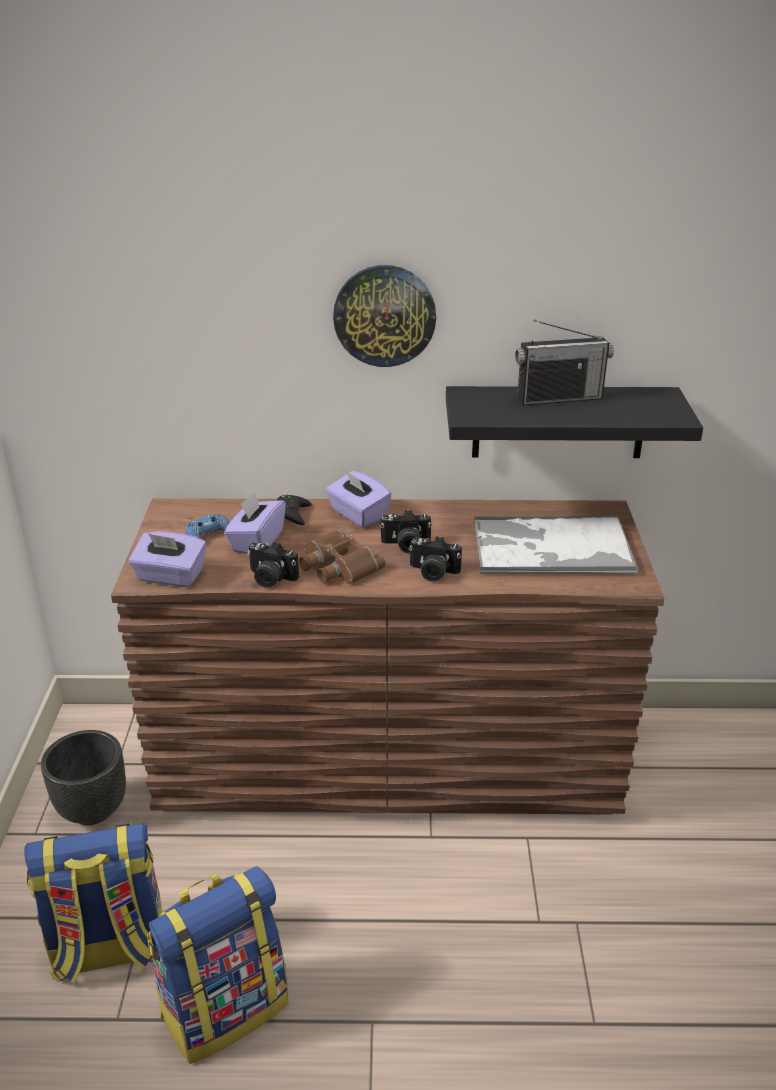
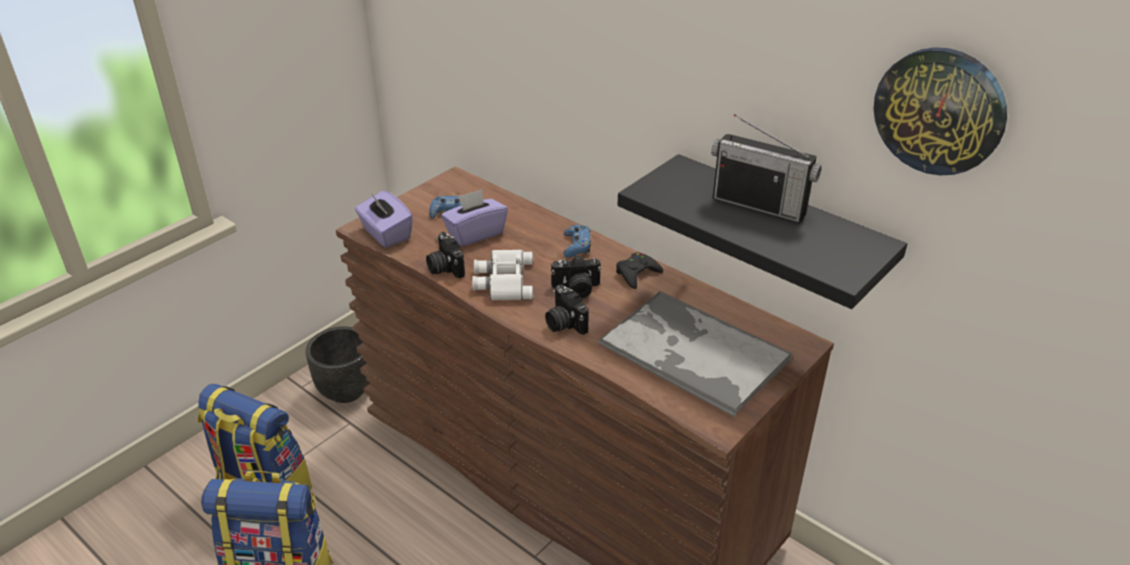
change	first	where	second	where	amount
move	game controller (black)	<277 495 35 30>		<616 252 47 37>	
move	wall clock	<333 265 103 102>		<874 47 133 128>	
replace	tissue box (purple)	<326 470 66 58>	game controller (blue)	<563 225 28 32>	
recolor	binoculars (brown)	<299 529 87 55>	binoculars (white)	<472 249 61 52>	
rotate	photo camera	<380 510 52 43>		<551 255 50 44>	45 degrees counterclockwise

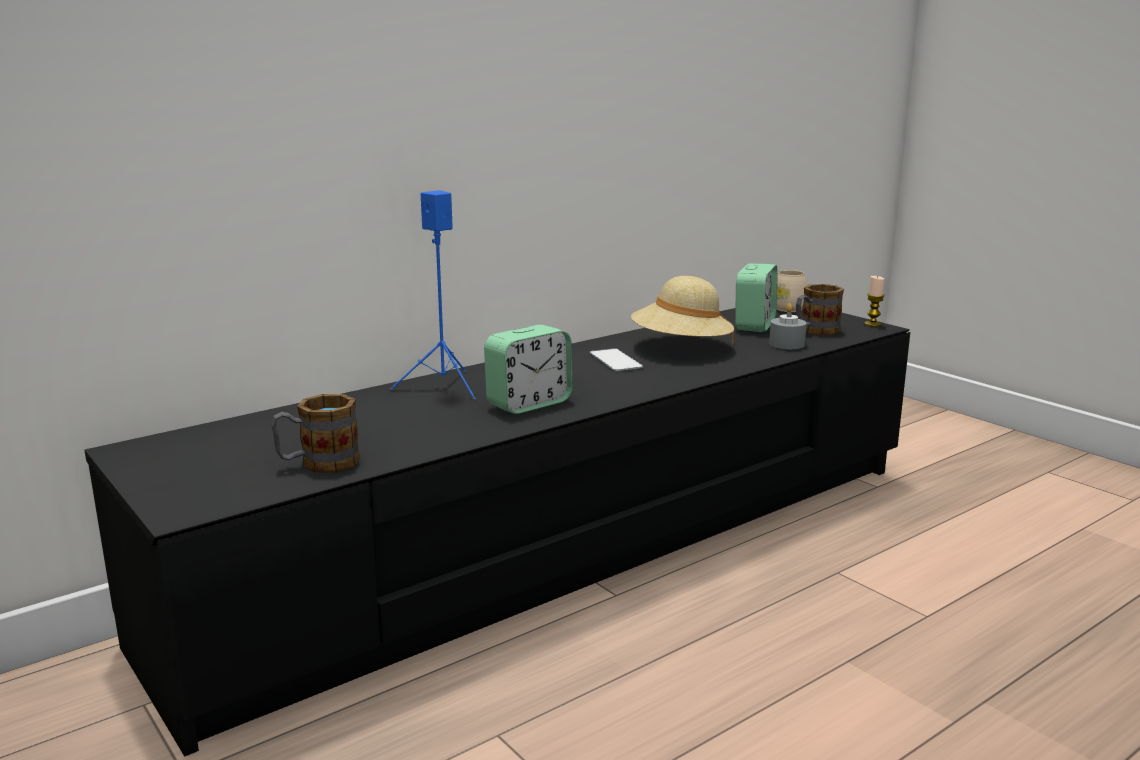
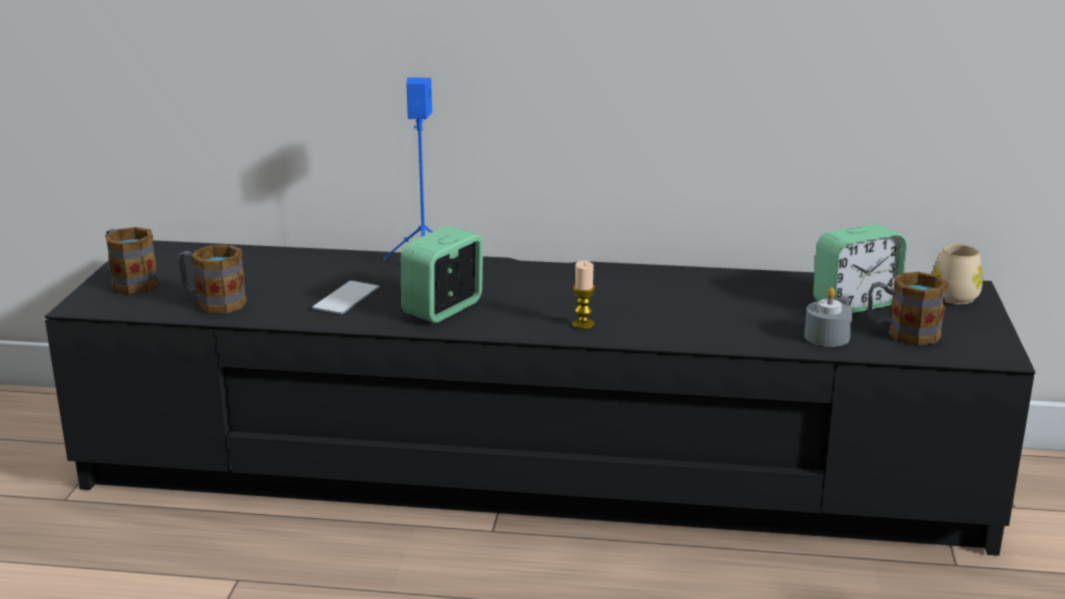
change	first	where	second	where	amount
delete	hat (beige)	<631 276 103 71>			
insert			mug	<105 227 54 68>	
move	phone	<590 348 53 23>		<312 280 68 34>	
move	candle	<864 276 21 51>		<572 261 23 68>	
rotate	alarm clock	<484 325 89 89>		<401 226 82 97>	120 degrees clockwise

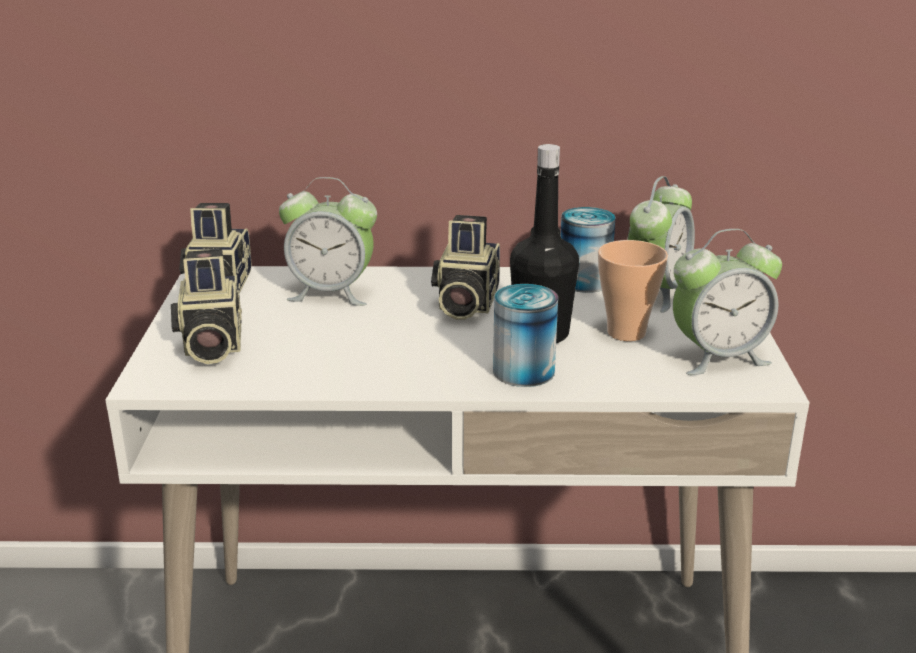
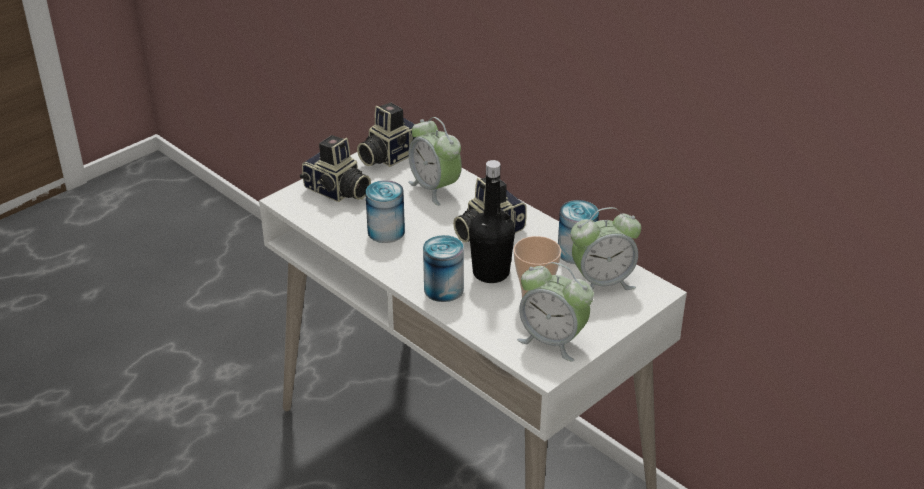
change	first	where	second	where	amount
insert			can	<365 180 40 63>	
rotate	photo camera	<171 249 71 115>		<300 135 71 67>	90 degrees counterclockwise

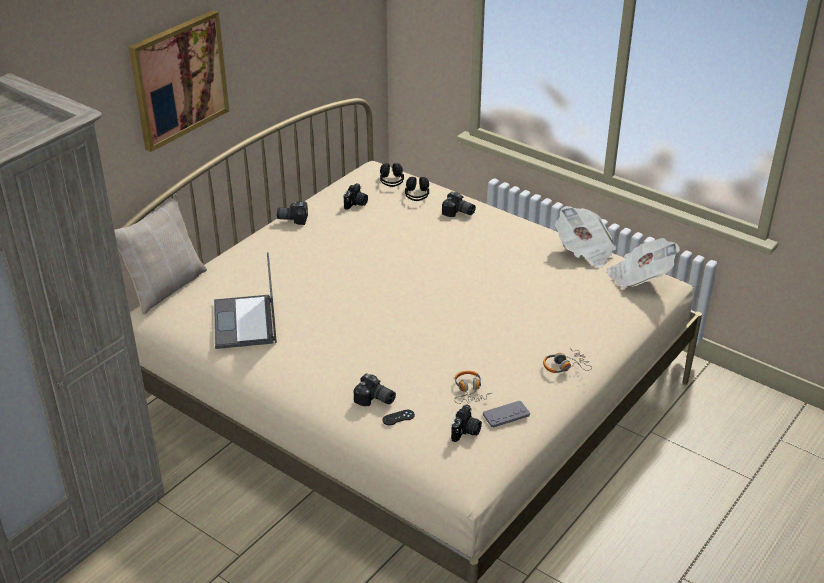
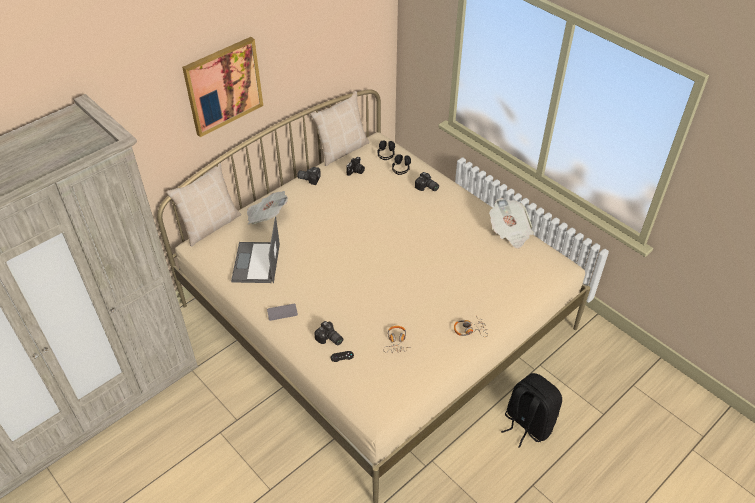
change	first	where	second	where	amount
delete	photo camera	<451 404 31 38>			
insert			pillow (beige)	<310 91 60 75>	
insert			backpack (black)	<501 373 61 75>	
move	game controller (grey)	<483 401 47 27>		<267 303 31 18>	
move	newspaper	<606 238 74 51>		<247 191 41 34>	

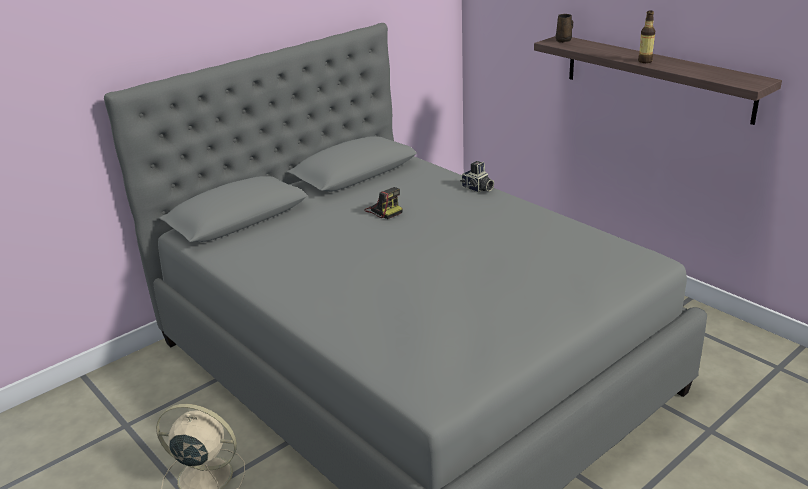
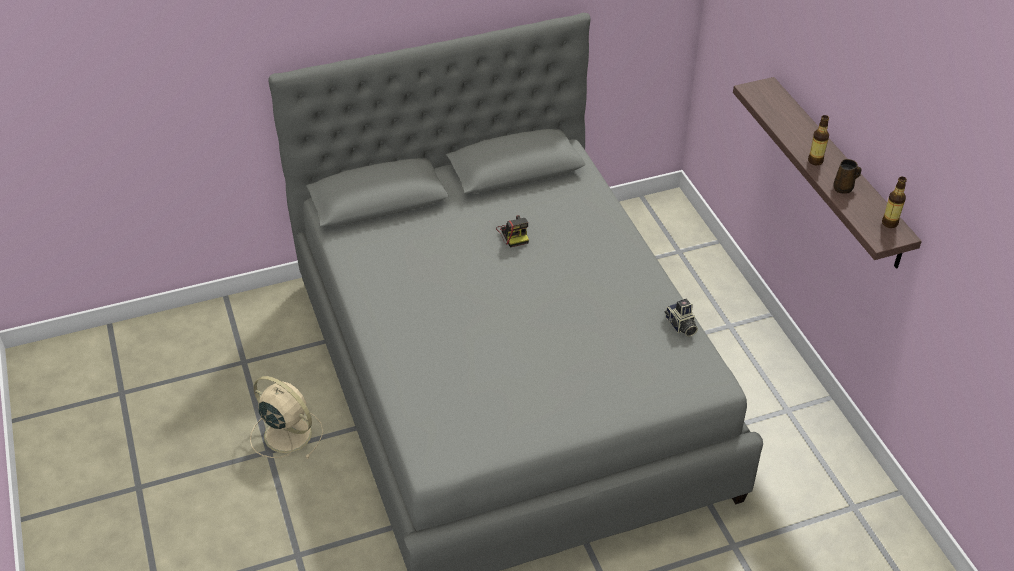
change	first	where	second	where	amount
insert			bottle	<882 177 25 51>	
move	photo camera	<460 161 34 32>		<665 299 33 38>	
move	mug (brown)	<555 14 18 29>		<833 159 29 35>	

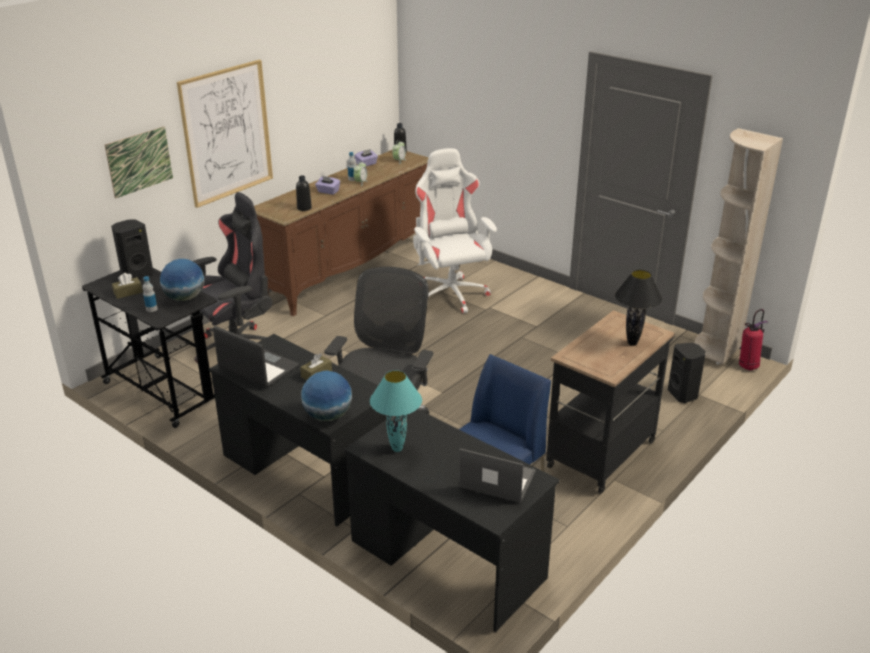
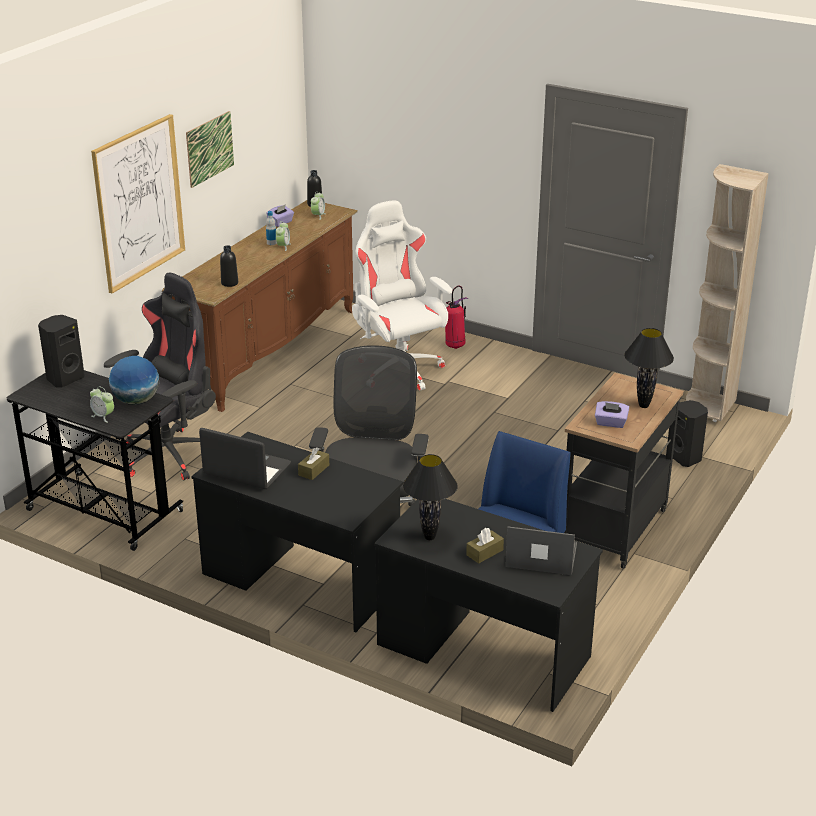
change	first	where	second	where	amount
delete	globe	<301 371 51 51>			
move	picture	<105 127 68 71>		<186 111 48 77>	
move	tissue box (brown)	<112 273 31 26>		<466 528 38 36>	
move	tissue box (purple)	<315 176 25 19>		<595 401 34 27>	
move	fire extinguisher	<739 309 30 61>		<445 286 23 63>	
replace	bottle	<143 276 15 36>	alarm clock	<90 387 24 36>	
recolor	table lamp (turquoise)	<370 370 52 82>	table lamp (black)	<403 454 55 86>	

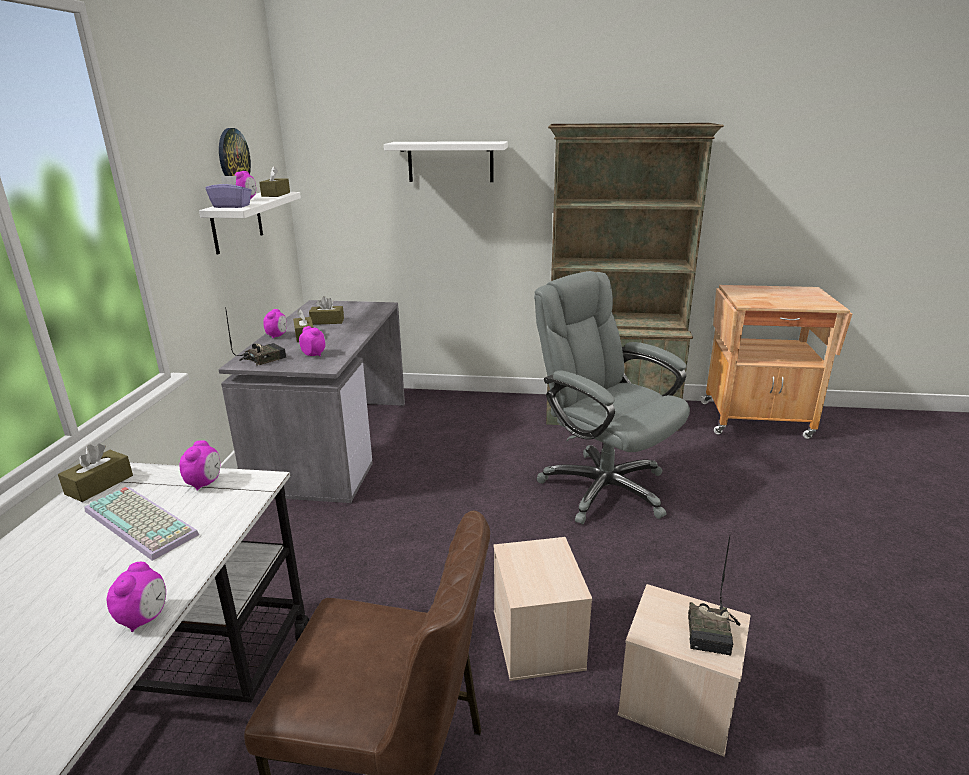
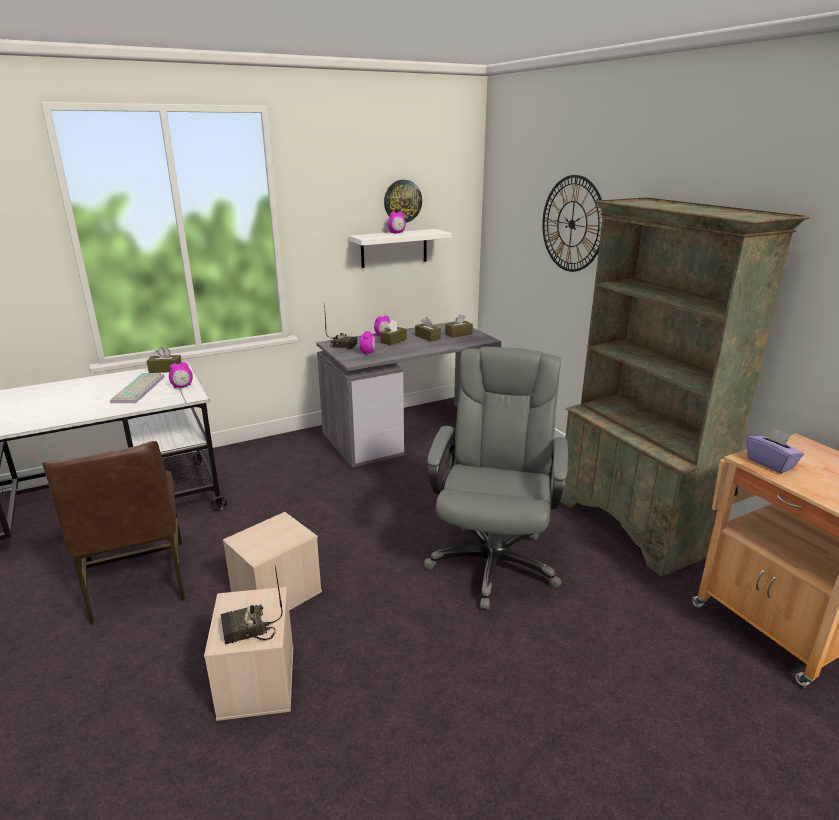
change	first	where	second	where	amount
delete	alarm clock	<107 562 59 70>			
move	tissue box (purple)	<206 176 46 32>		<747 428 57 45>	
move	tissue box (brown)	<259 166 31 31>		<445 314 28 24>	
replace	shelf (white)	<384 141 124 41>	wall clock	<542 175 61 97>	

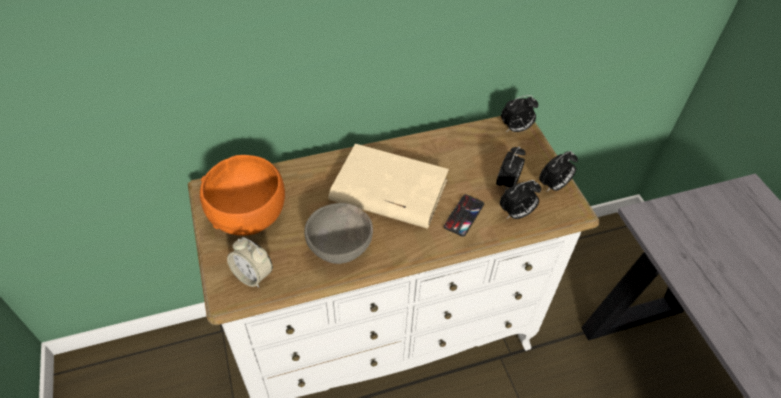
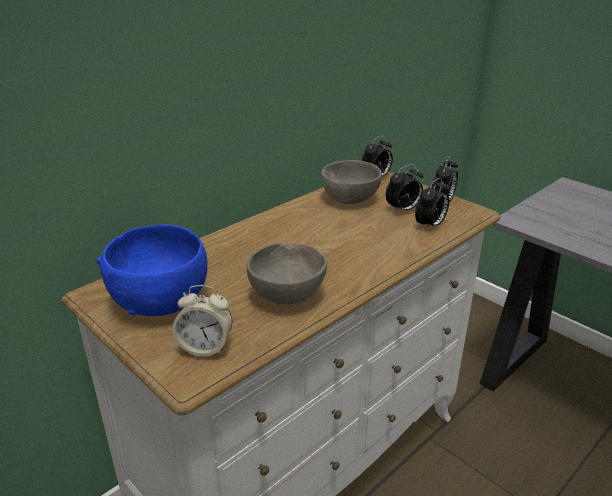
change	first	where	second	where	amount
delete	book (beige)	<329 144 120 85>			
delete	phone	<444 194 40 43>			
insert			bowl (grey)	<321 160 61 44>	
recolor	bowl (orange)	<200 155 85 81>	bowl (blue)	<97 224 110 92>	
rotate	alarm clock	<496 146 29 46>		<386 164 37 49>	60 degrees clockwise

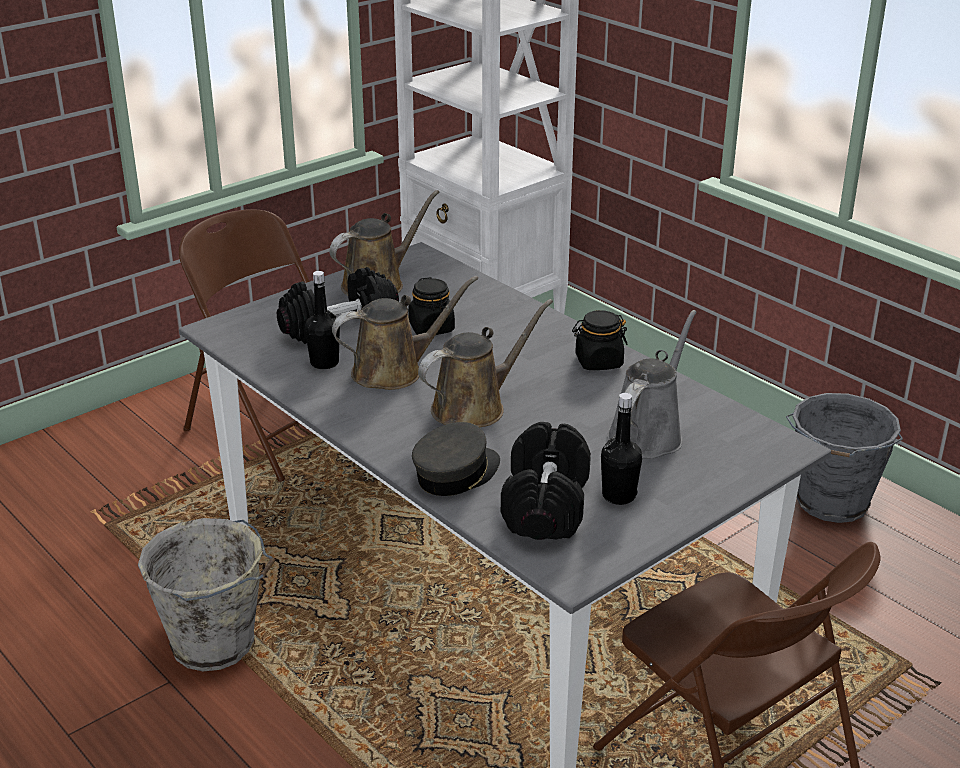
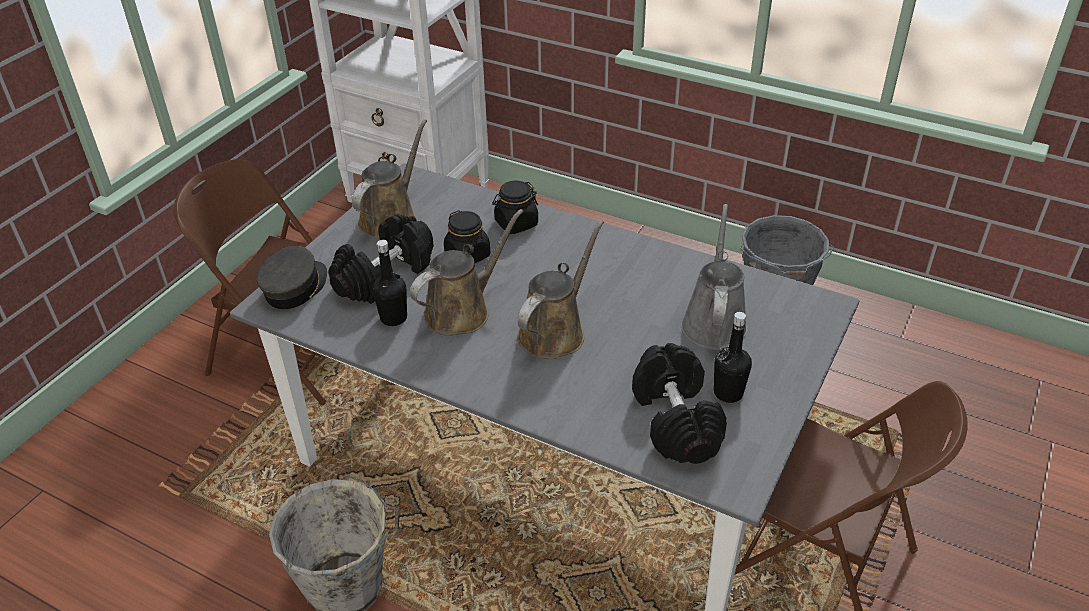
change	first	where	second	where	amount
move	cap (grey)	<412 422 88 74>		<257 246 70 63>	
move	jar (black)	<572 310 56 60>		<492 181 46 53>	

